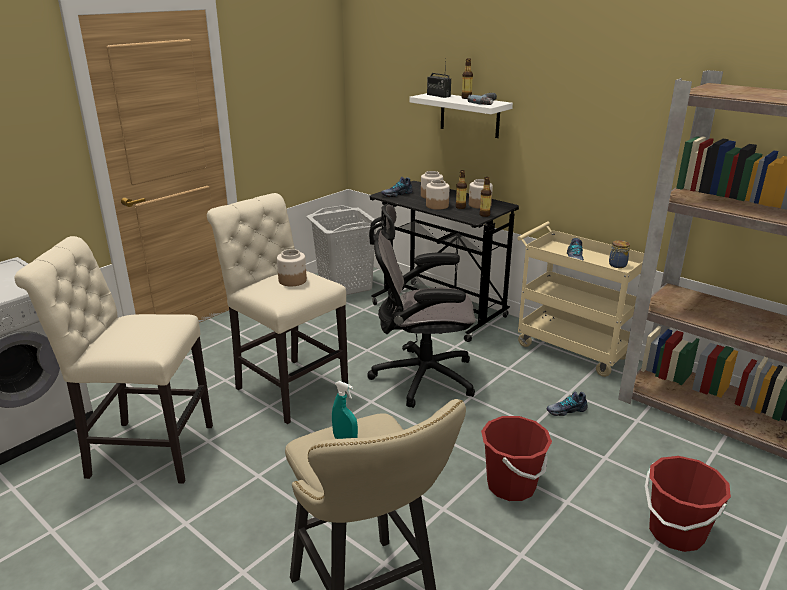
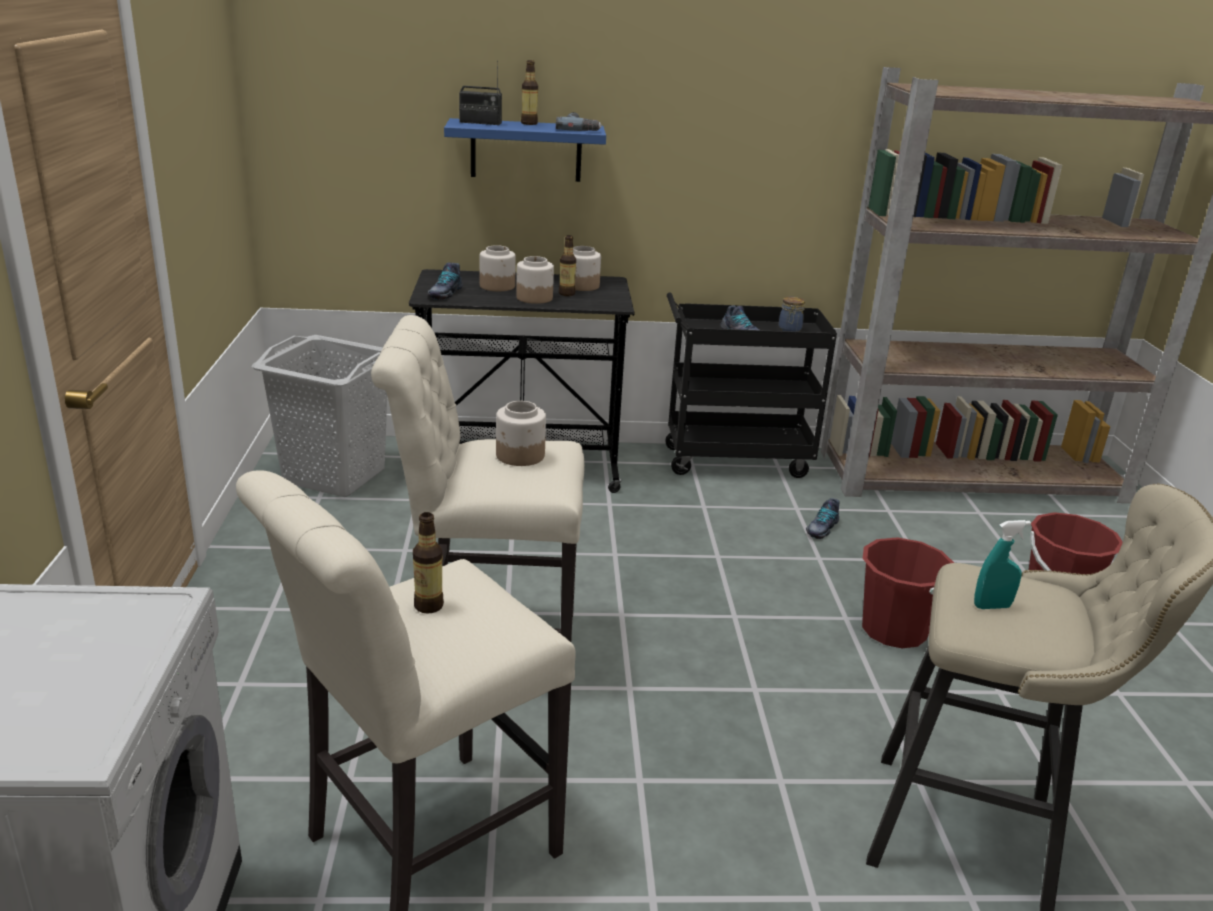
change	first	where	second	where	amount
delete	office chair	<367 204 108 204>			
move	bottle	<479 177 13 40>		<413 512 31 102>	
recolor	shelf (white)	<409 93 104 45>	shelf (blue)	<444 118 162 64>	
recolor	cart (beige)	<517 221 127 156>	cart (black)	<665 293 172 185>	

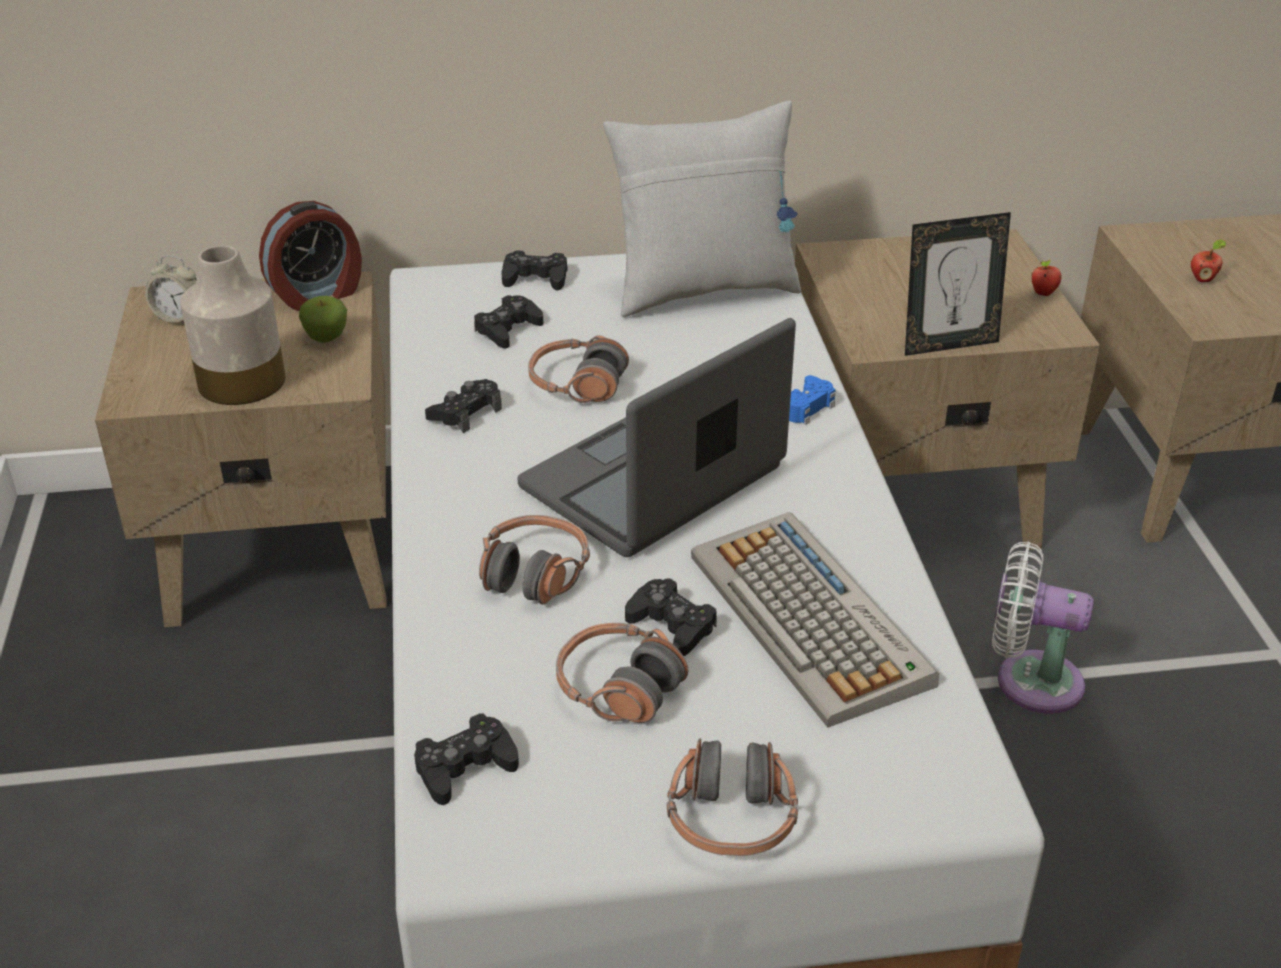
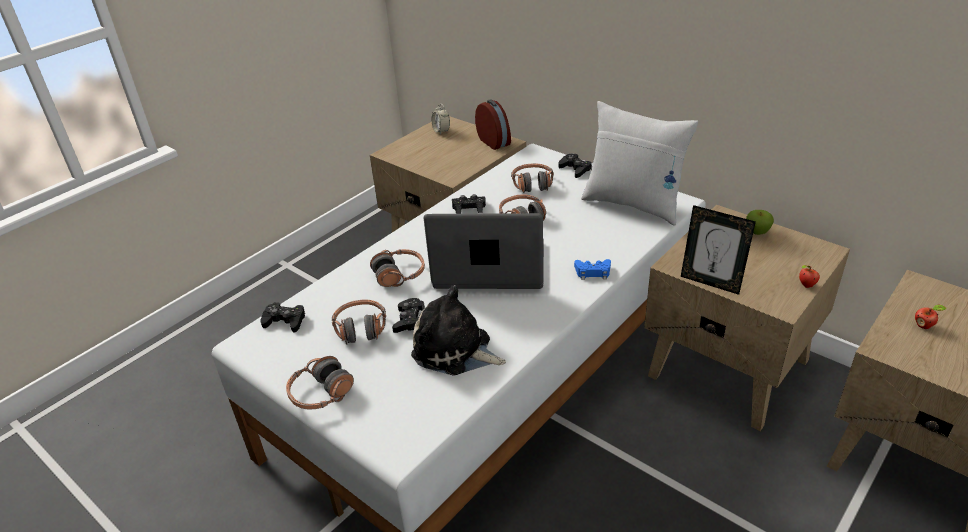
change	first	where	second	where	amount
delete	vase (beige)	<180 245 105 160>			
delete	fan (white)	<992 542 102 172>			
move	apple	<299 296 48 47>		<746 210 28 25>	
replace	game controller (black)	<474 295 69 54>	headphones	<511 163 43 30>	
replace	keyboard	<691 512 248 216>	plush toy	<411 285 95 91>	
rotate	alarm clock	<259 201 103 110>		<475 99 36 51>	135 degrees counterclockwise

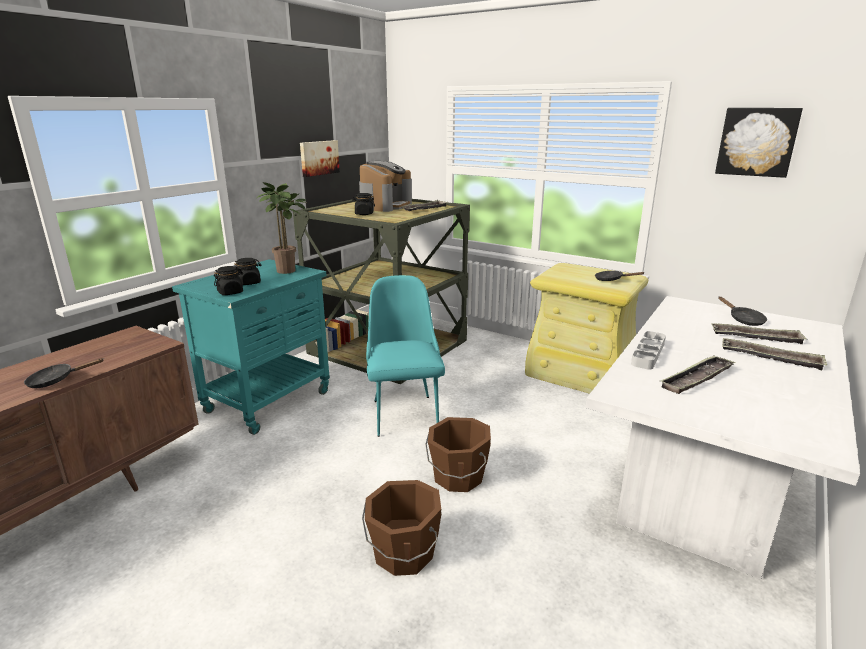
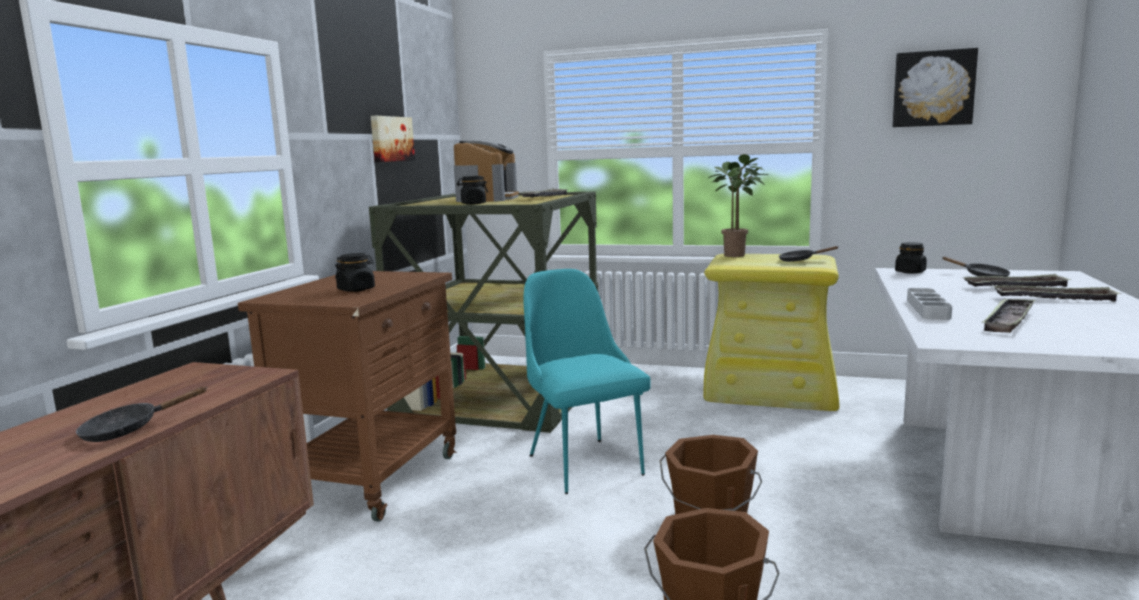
change	first	where	second	where	amount
move	jar (black)	<214 266 29 29>		<895 242 32 32>	
move	potted plant	<257 182 49 92>		<709 154 59 103>	
recolor	cart (turquoise)	<172 259 158 176>	cart (brown)	<238 271 219 251>	

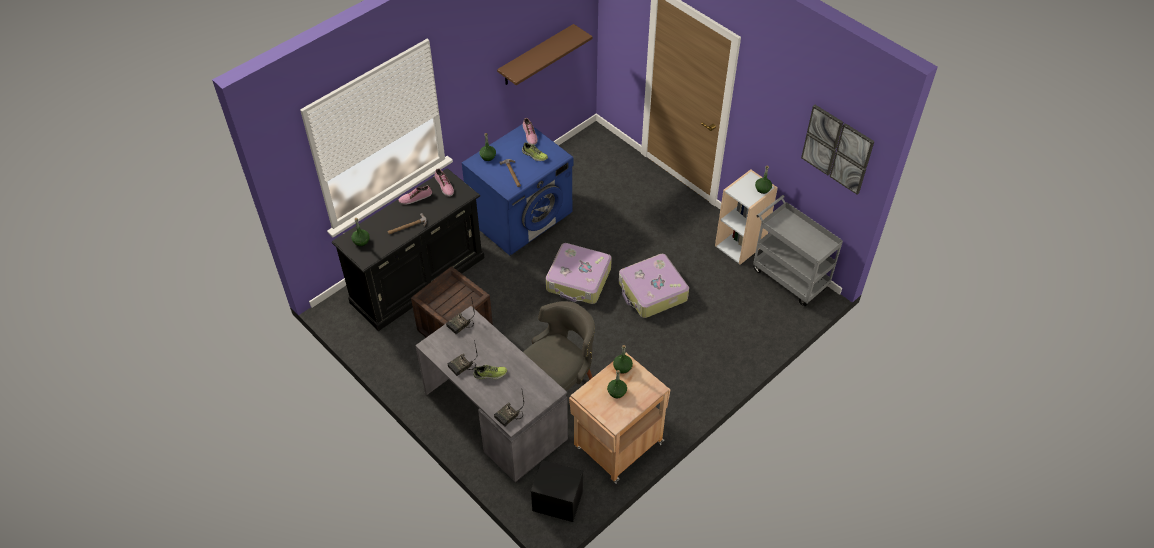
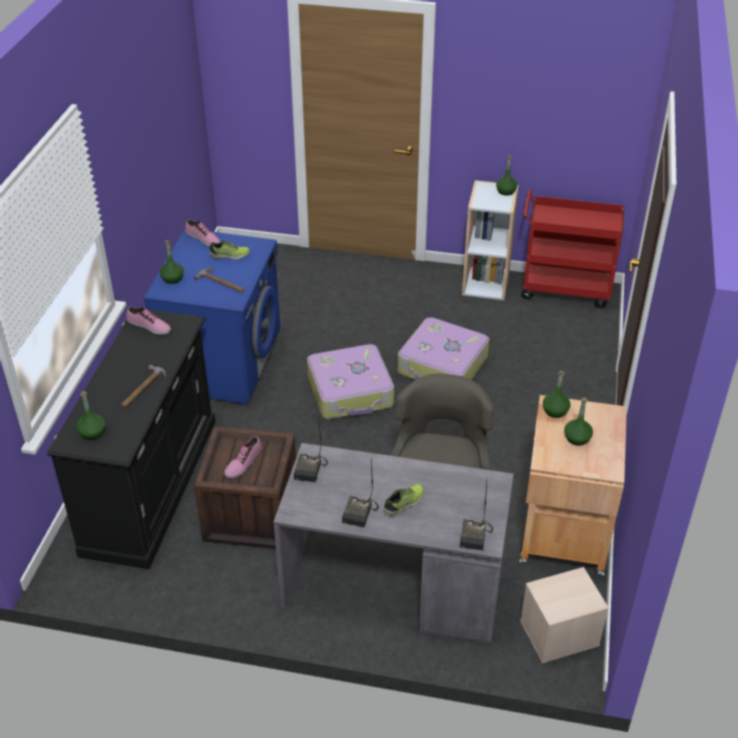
change	first	where	second	where	amount
delete	shelf (brown)	<497 24 96 61>			
delete	picture	<801 105 74 90>			
move	shoe	<398 186 34 19>		<224 436 38 42>	
recolor	storage box (black)	<531 460 52 62>	storage box (beige)	<520 567 89 96>	
recolor	cart (grey)	<753 195 90 111>	cart (red)	<521 190 103 118>	

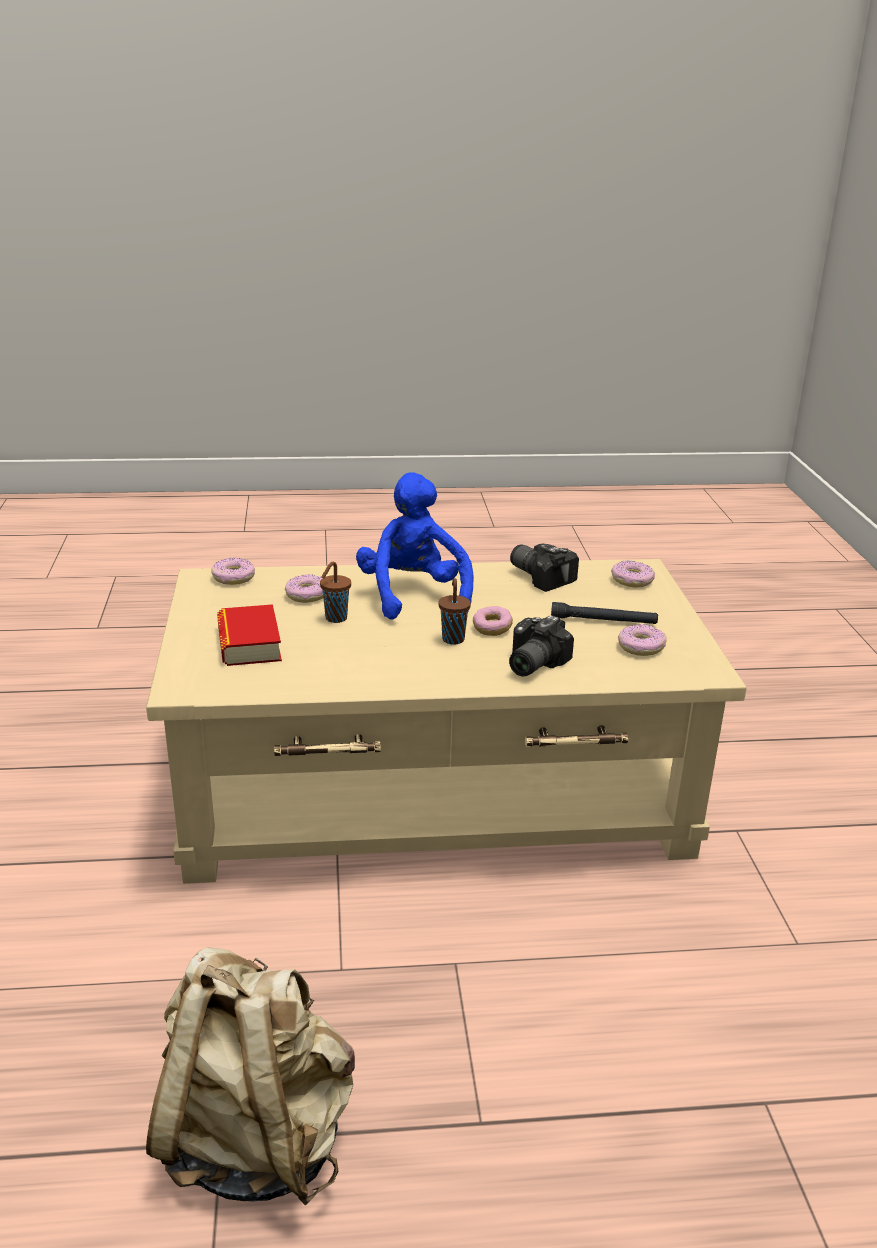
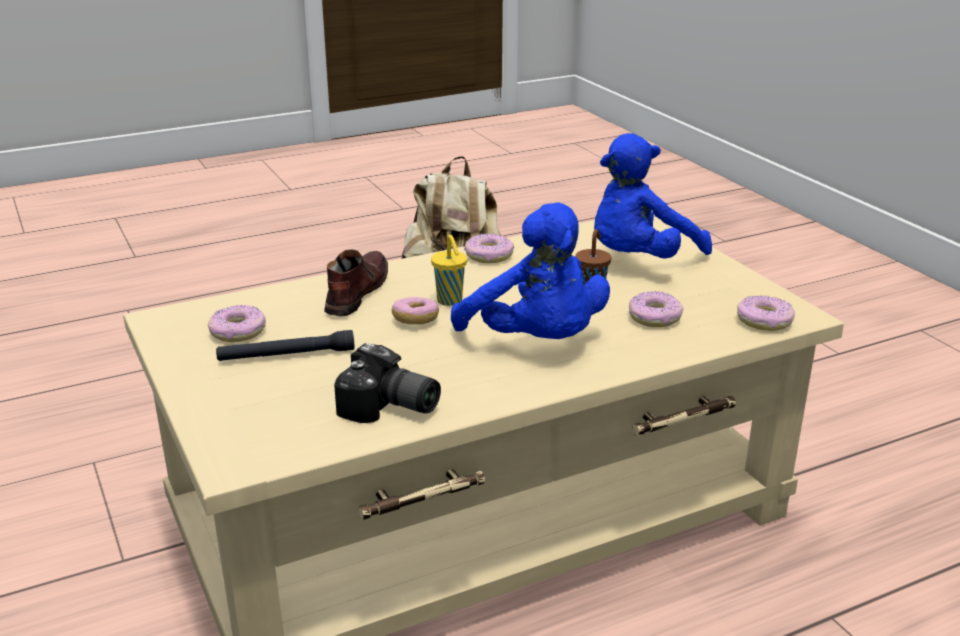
change	first	where	second	where	amount
move	donut	<611 560 44 27>		<464 234 50 29>	
replace	book	<217 604 65 62>	plush toy (blue)	<594 133 118 126>	
replace	photo camera	<509 615 65 62>	shoe (brown)	<324 249 64 68>	
recolor	cup (brown)	<438 578 33 67>	cup (yellow)	<431 235 36 71>	

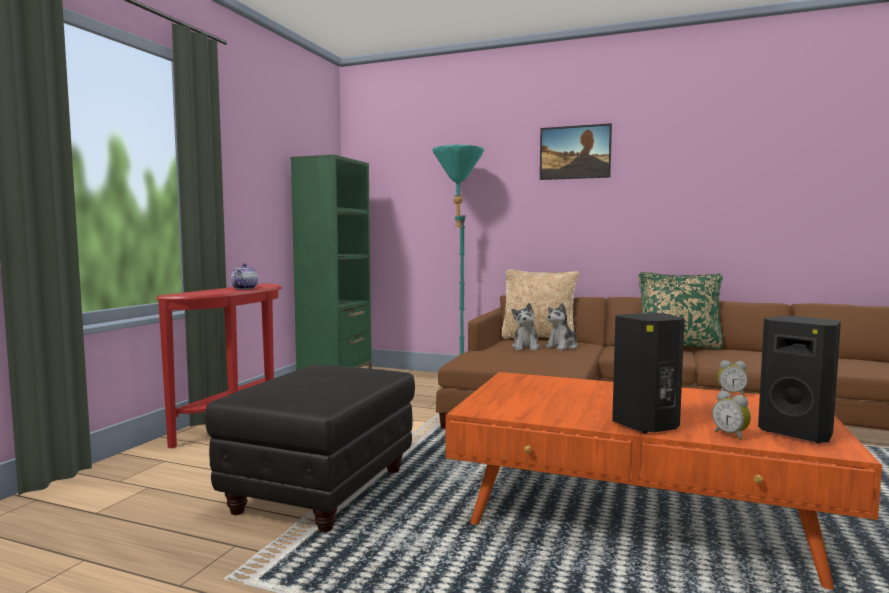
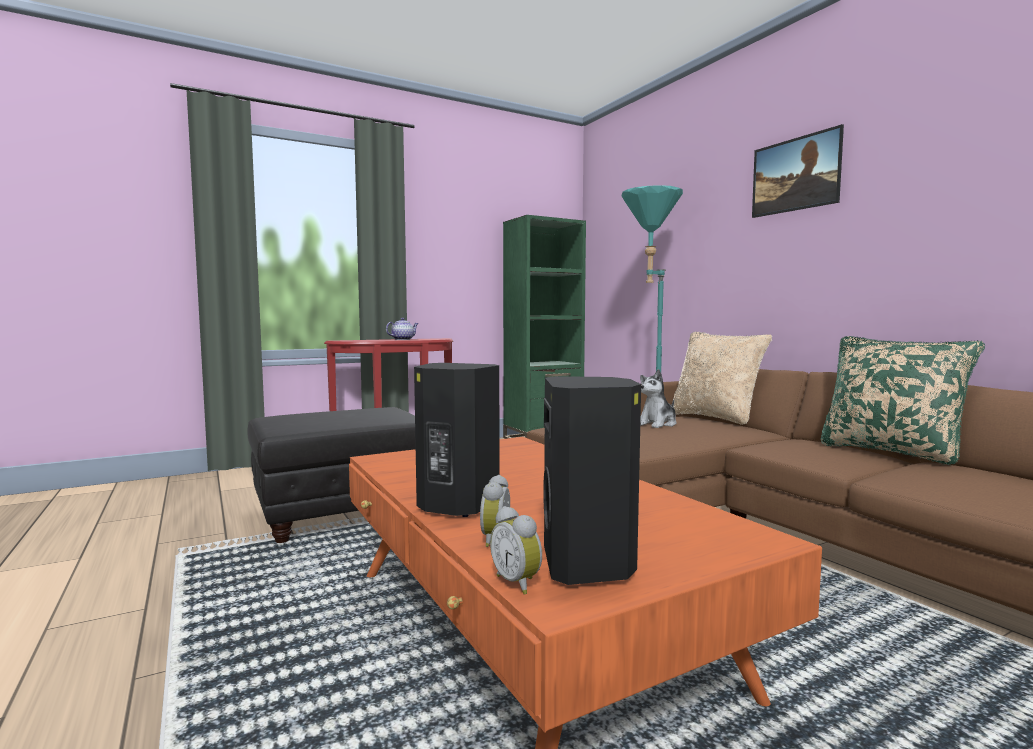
change	first	where	second	where	amount
delete	plush toy	<545 303 32 47>			
move	alarm clock	<717 360 31 36>		<490 506 52 88>	

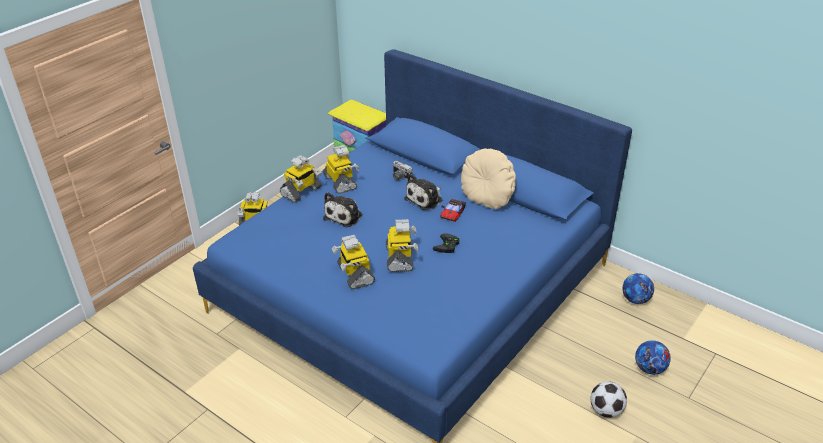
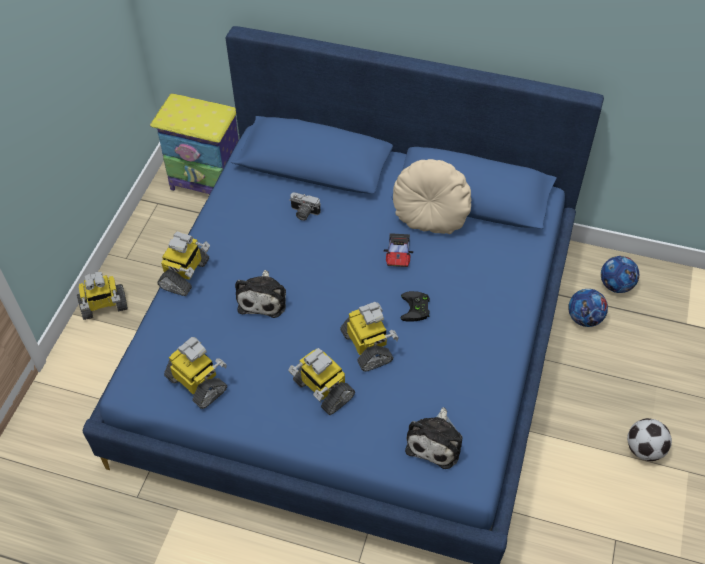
change	first	where	second	where	amount
move	toy robot	<323 145 37 49>		<164 337 63 72>	
move	plush toy	<404 174 38 36>		<405 407 57 62>	
move	football	<635 340 36 35>		<568 289 40 38>	

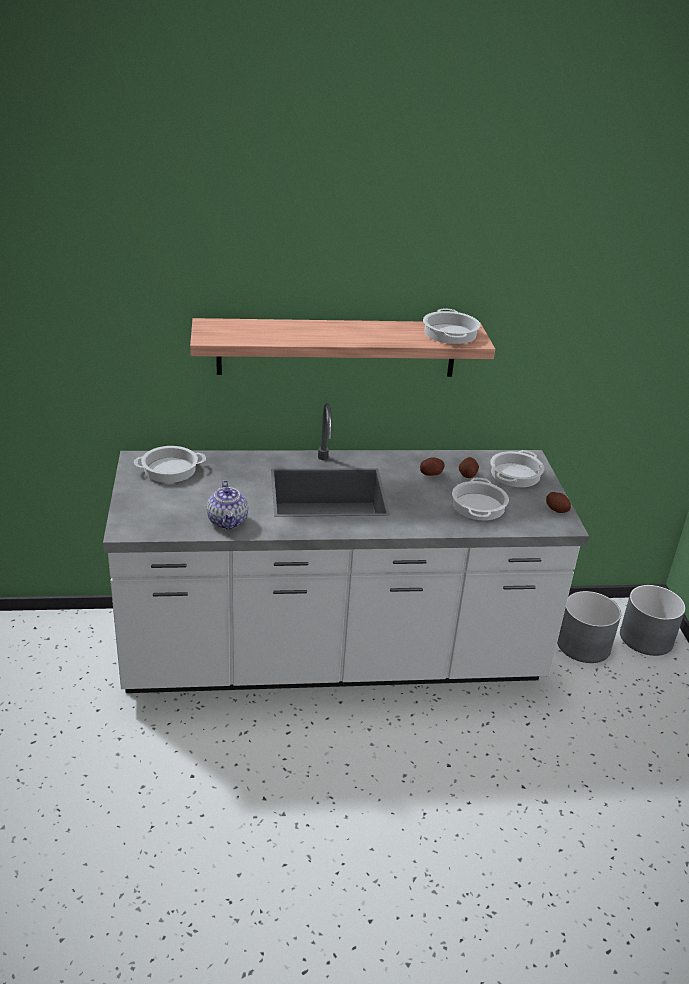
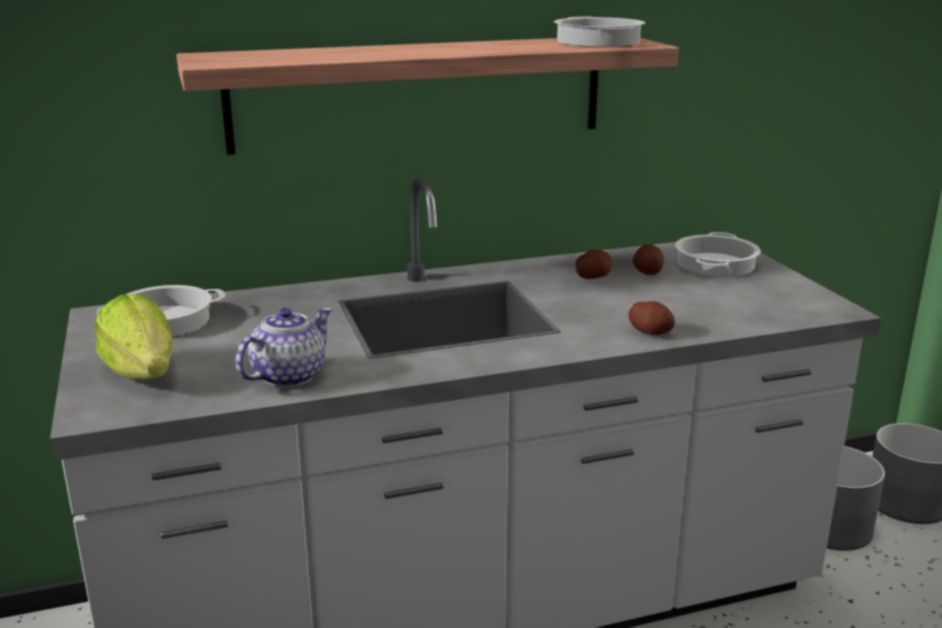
change	first	where	second	where	amount
delete	cooking pot	<452 478 57 43>			
insert			lettuce	<95 294 78 86>	
move	potato	<546 492 25 21>		<628 301 47 34>	
rotate	teapot	<207 480 41 50>		<235 307 97 80>	120 degrees counterclockwise

